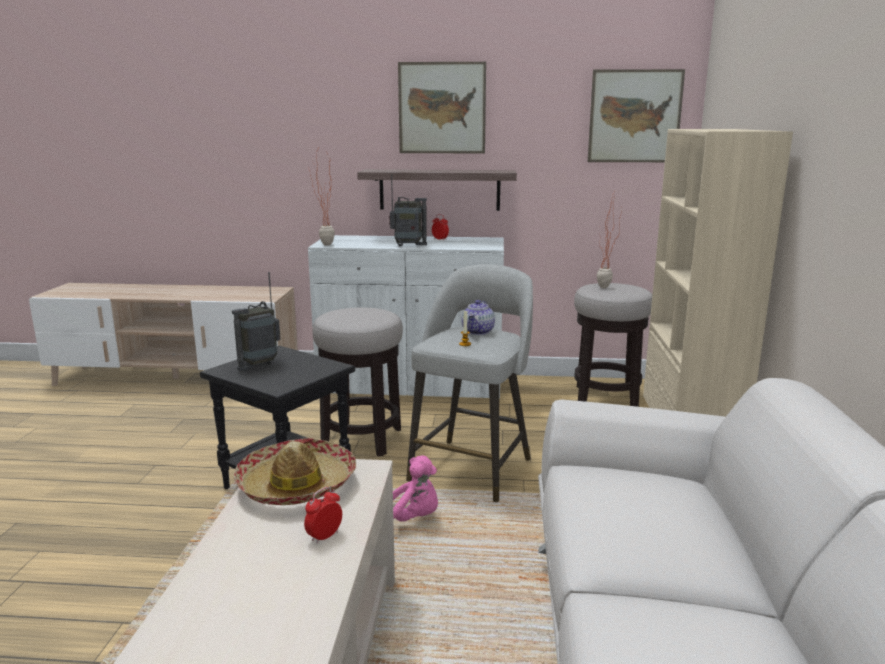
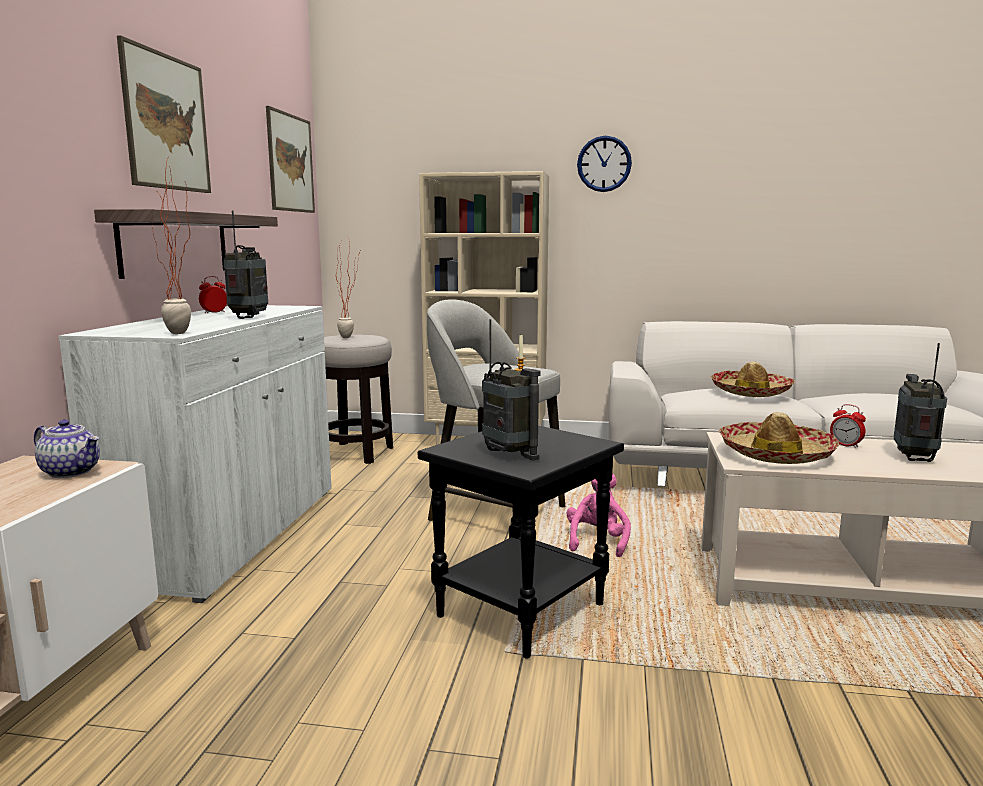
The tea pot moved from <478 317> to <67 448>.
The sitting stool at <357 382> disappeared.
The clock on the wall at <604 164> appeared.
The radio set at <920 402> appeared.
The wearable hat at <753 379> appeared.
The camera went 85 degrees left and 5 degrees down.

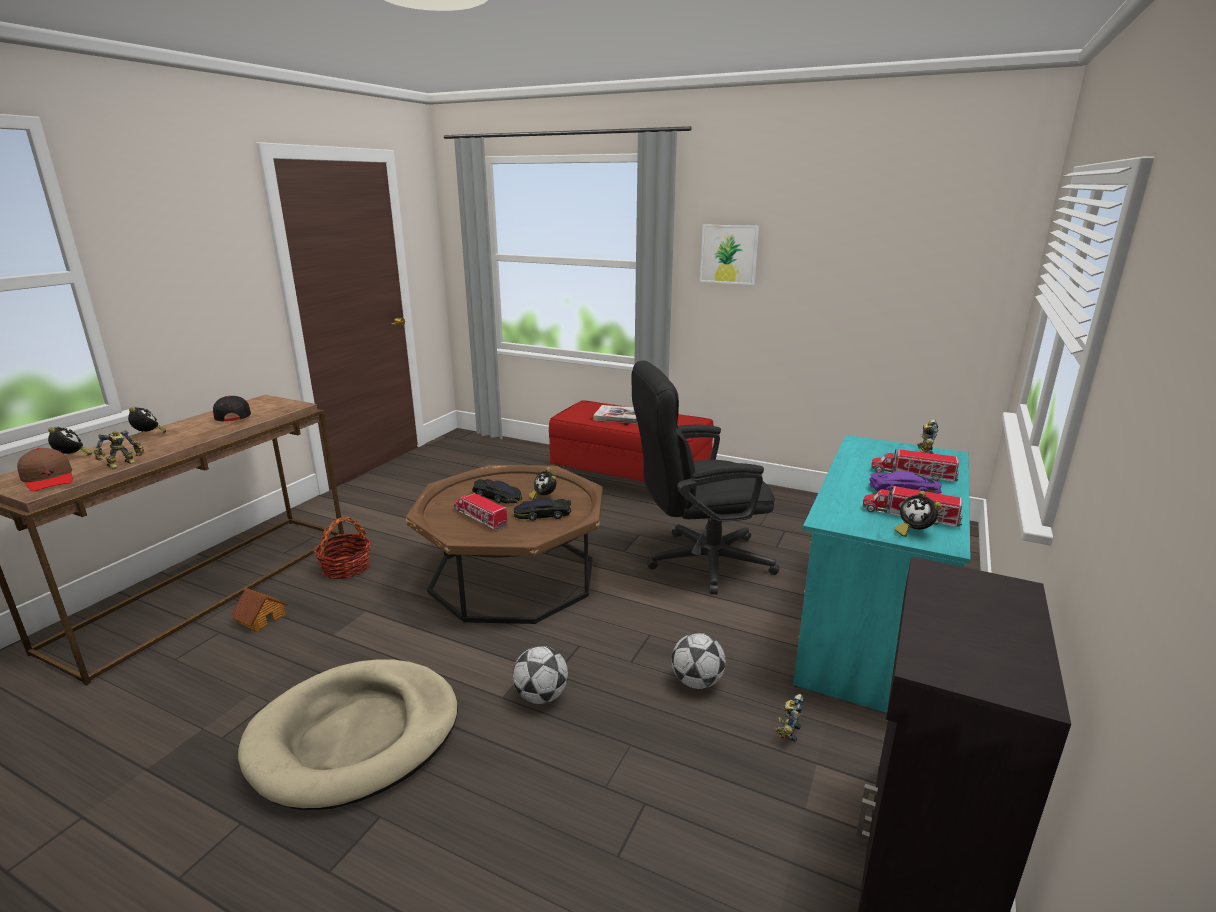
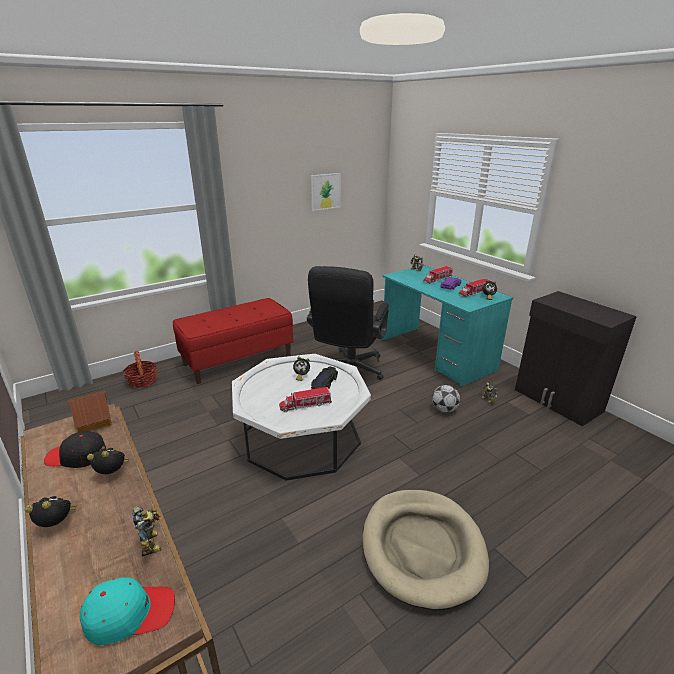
The wall art moved from <729 254> to <326 192>.
The book at <615 414> disappeared.
The alarm clock moved from <70 441> to <108 461>.
The brown baseball cap at <45 469> became the turquoise baseball cap at <127 611>.
The brown low table at <504 544> became the white low table at <301 417>.
The blackish miniature car at <497 491> disappeared.
The basket moved from <342 548> to <140 369>.
The model house moved from <259 610> to <90 411>.
The football ball at <540 675> disappeared.
The camera went 60 degrees left and 5 degrees up.

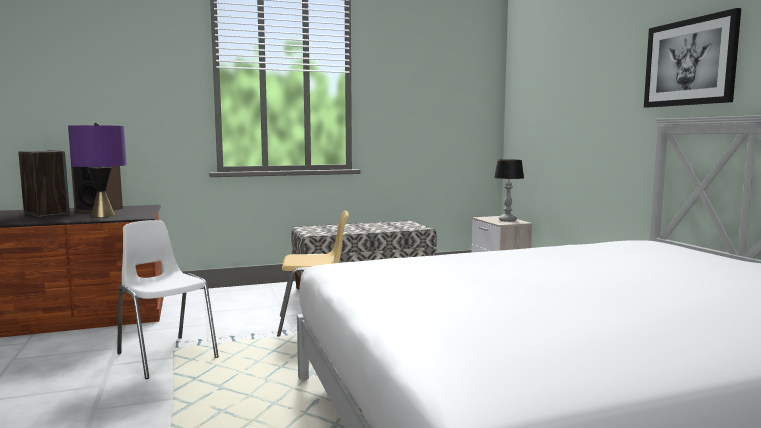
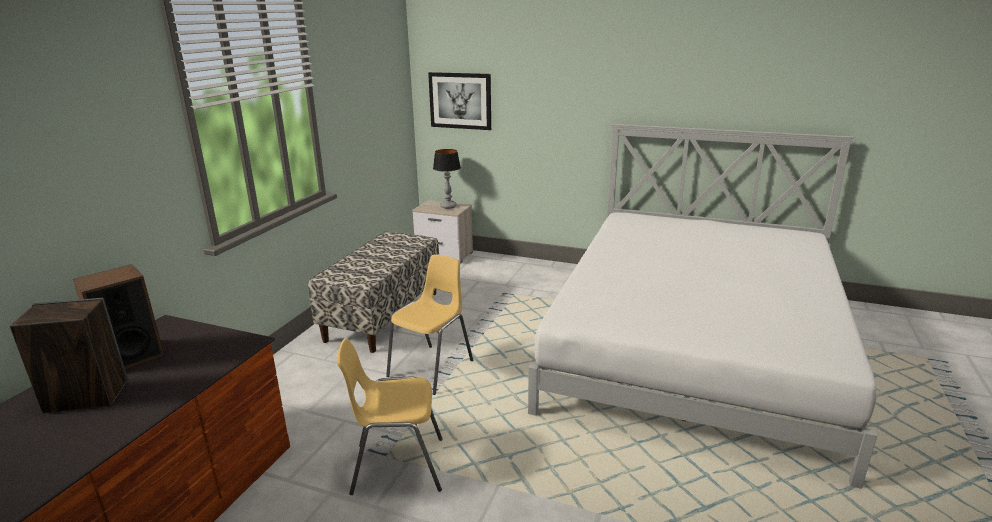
The wall art moved from <692 58> to <459 101>.
The purple-coloured lamp for a table at <97 170> disappeared.
The white plain chair at <168 299> became the yellowish plain chair at <389 416>.
The camera went 50 degrees left and 15 degrees up.

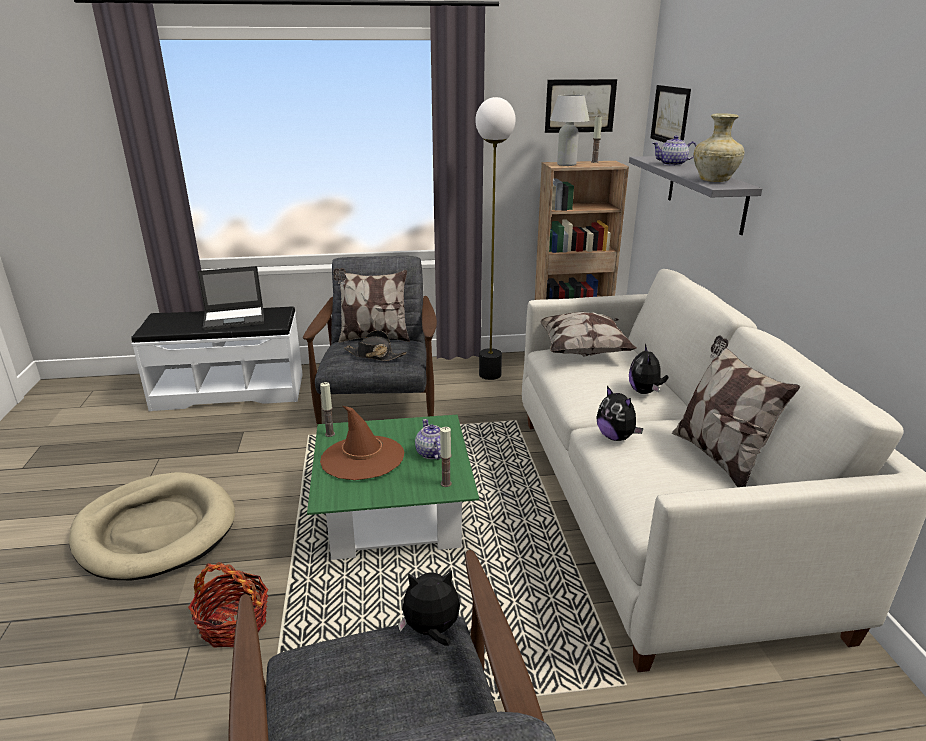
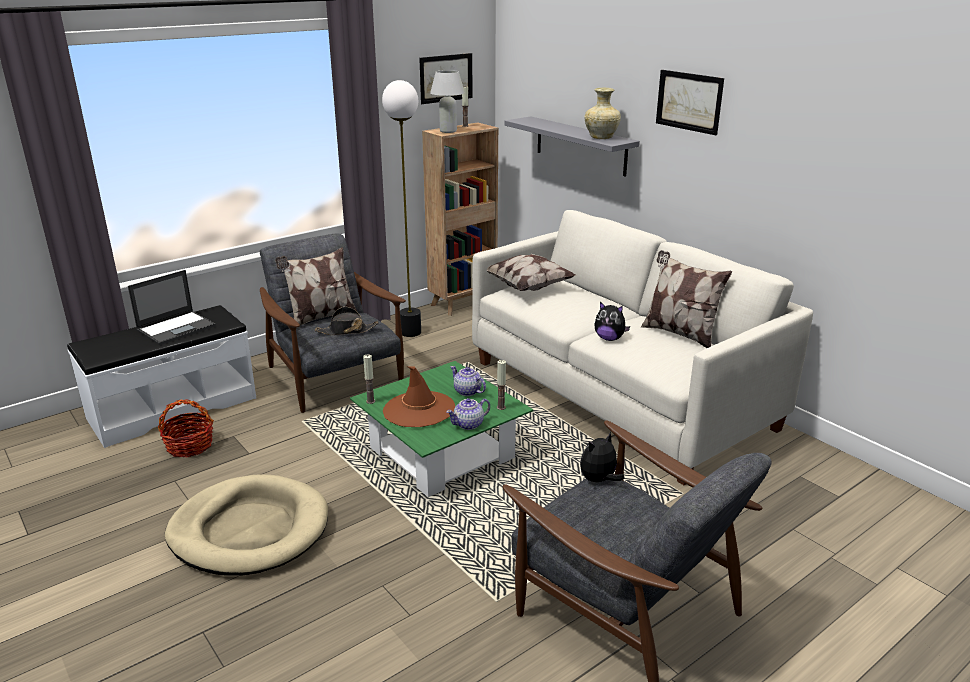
The wall art moved from <670 114> to <690 102>.
The tea pot moved from <674 151> to <468 414>.
The cuddly toy at <648 369> disappeared.
The basket moved from <228 605> to <186 428>.
The camera went 30 degrees left and 0 degrees up.

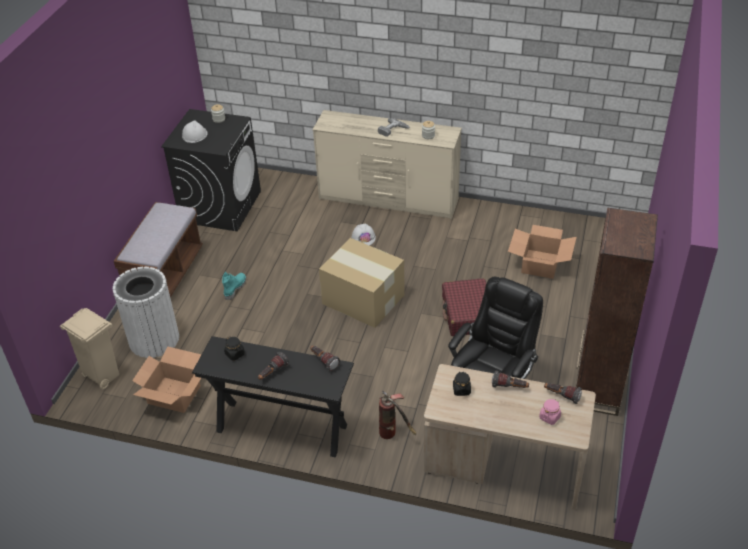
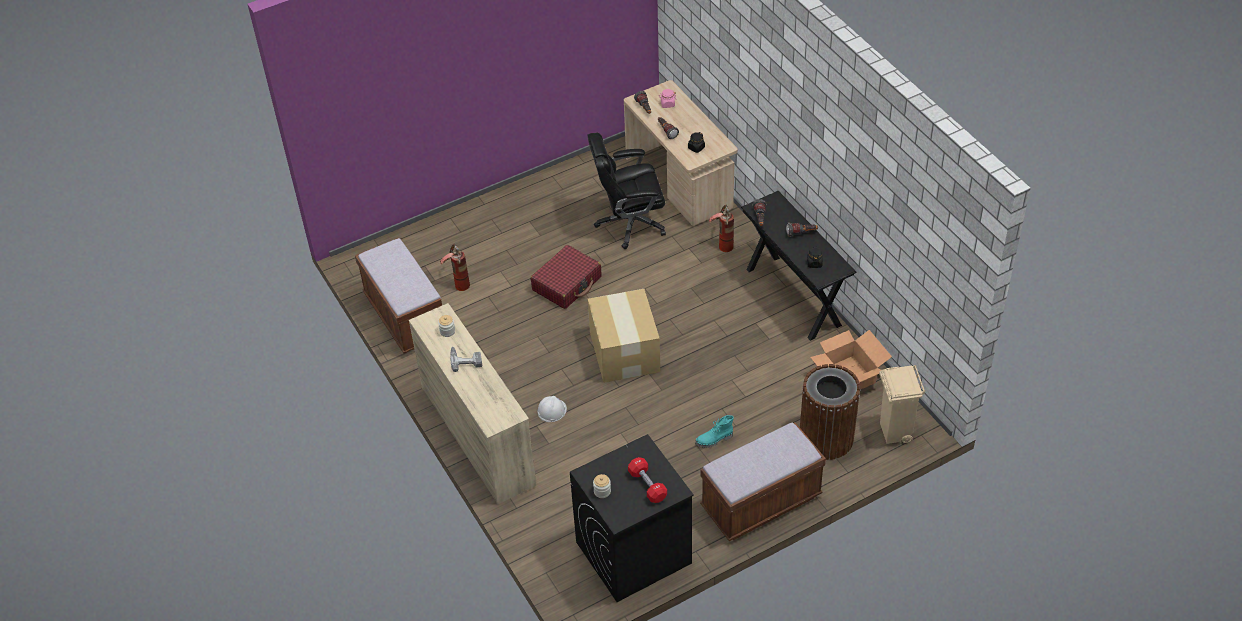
The white safety helmet at <195 131> was replaced by the red-coloured dumbbell at <647 480>.
The brown bookshelf at <617 311> disappeared.
The cardboard box at <542 252> was replaced by the extinguisher at <455 267>.
The white rubbish bin at <146 312> became the brown rubbish bin at <830 412>.
The brown indoor bench at <398 296> appeared.
The camera went 135 degrees left and 5 degrees up.

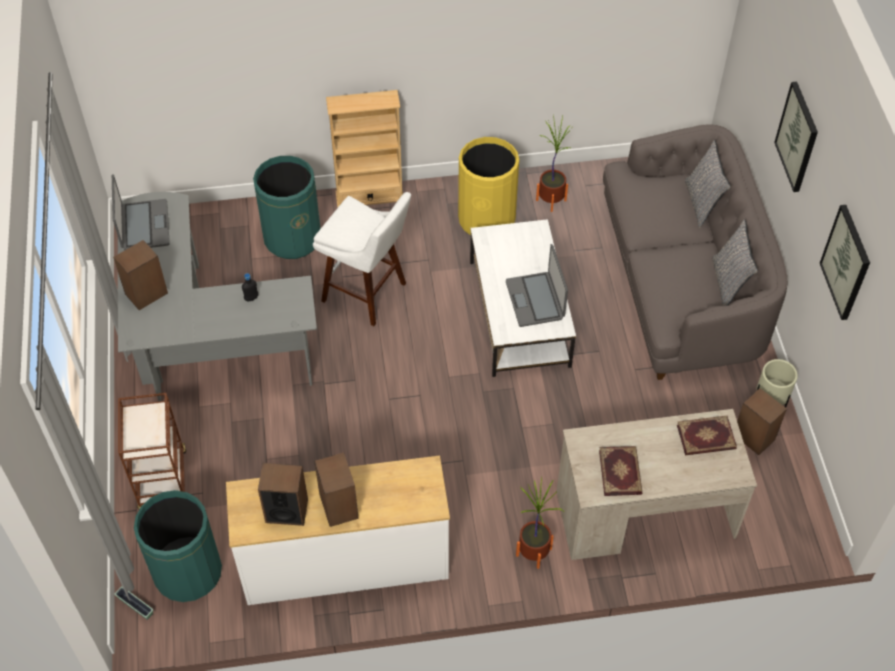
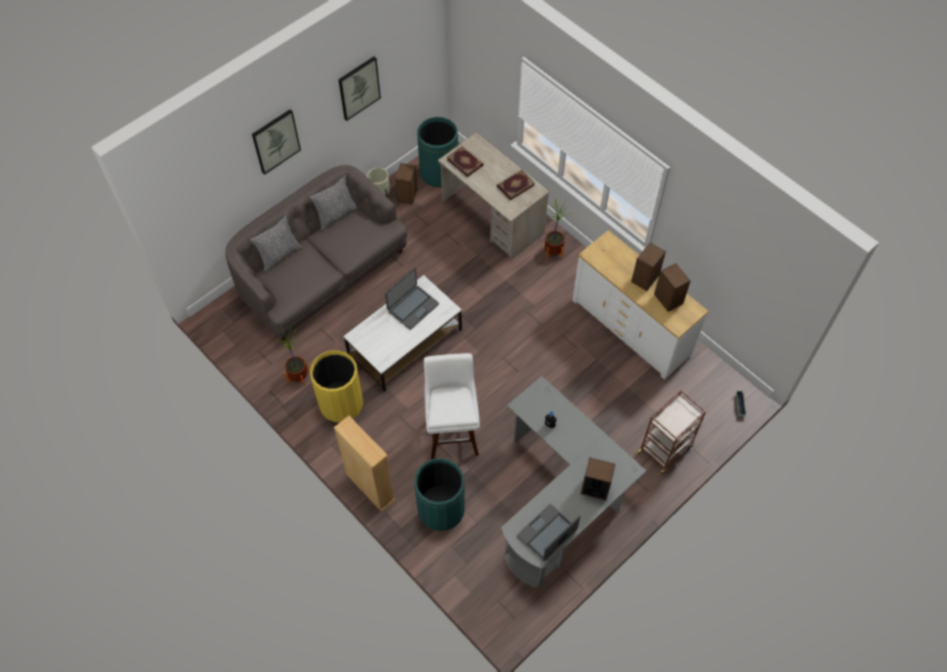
The greenish rubbish bin moved from <178 546> to <437 152>.
The camera went 125 degrees left and 5 degrees up.

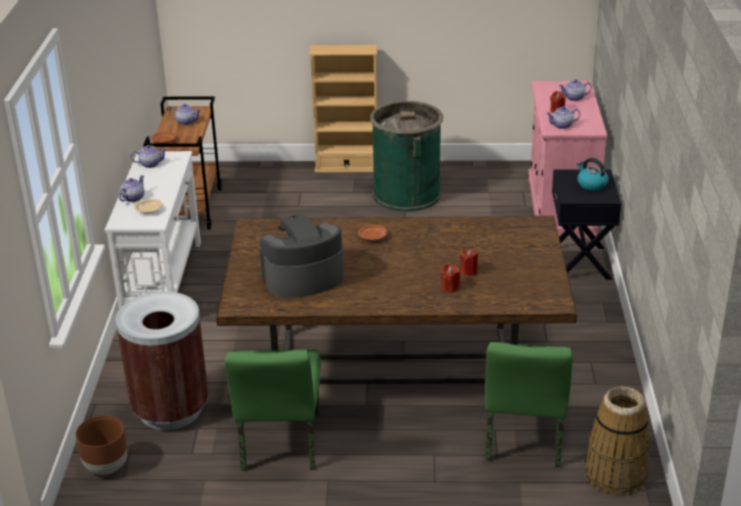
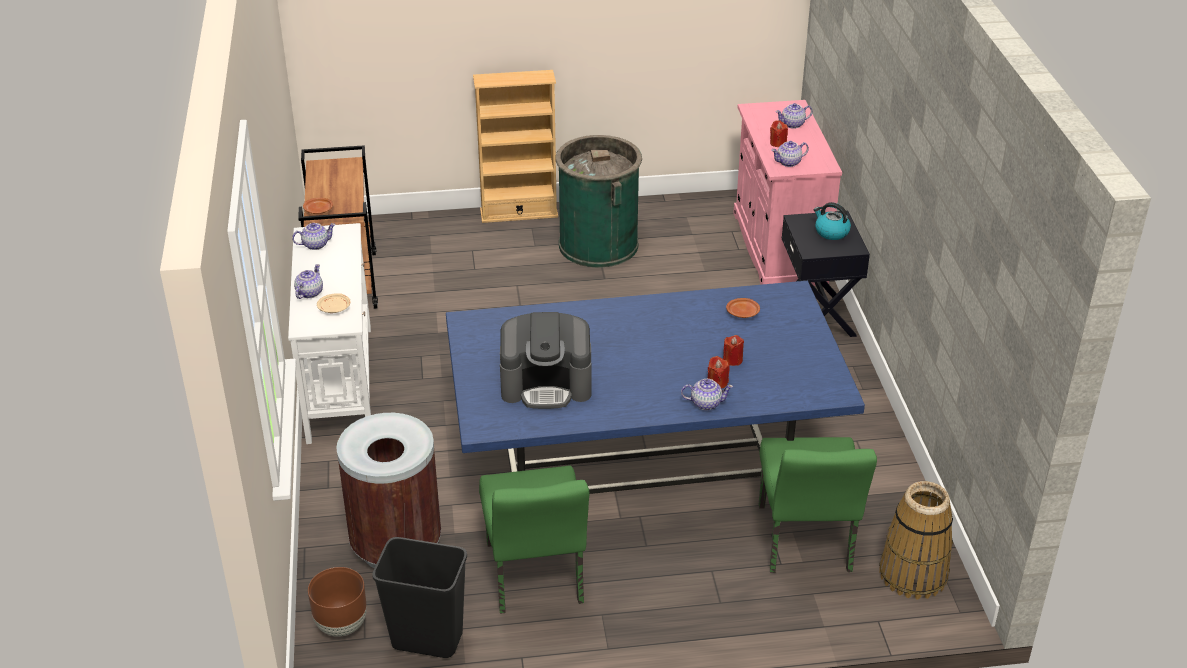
The tea pot moved from <185 114> to <707 394>.
The coffee brewer at <301 256> turned 150 degrees counterclockwise.
The brown dining table at <396 300> became the blue-coloured dining table at <655 387>.
The brown plate moved from <373 233> to <743 308>.
The blackish rubbish bin at <420 597> appeared.
The camera went 10 degrees left and 5 degrees up.

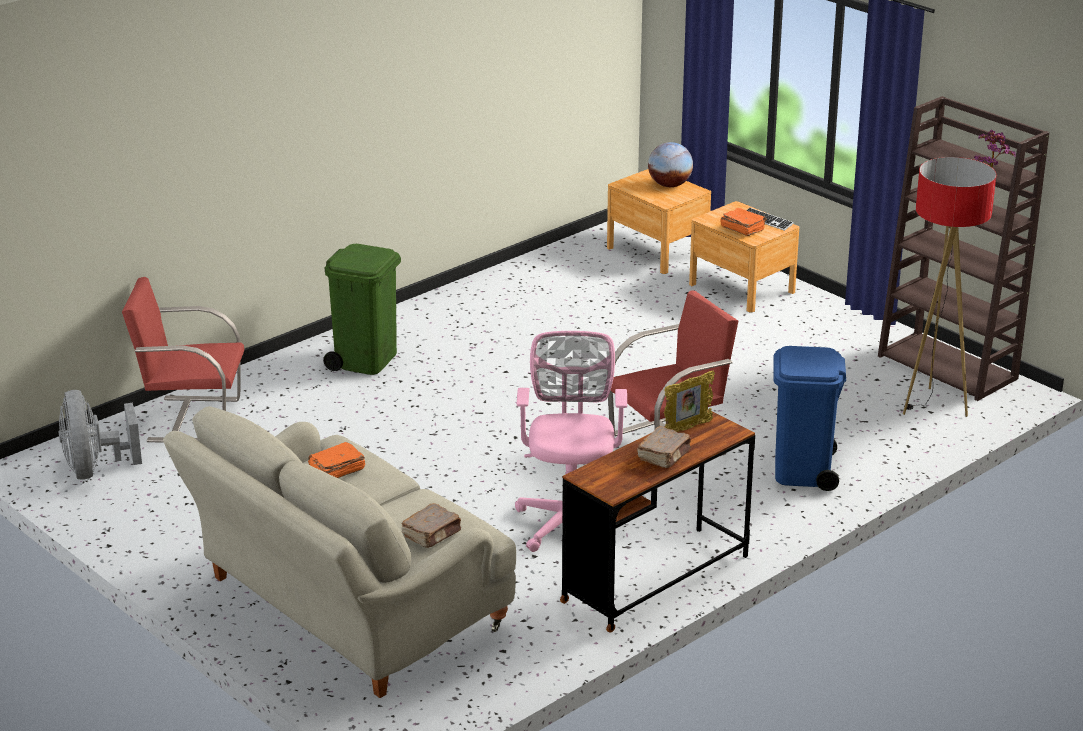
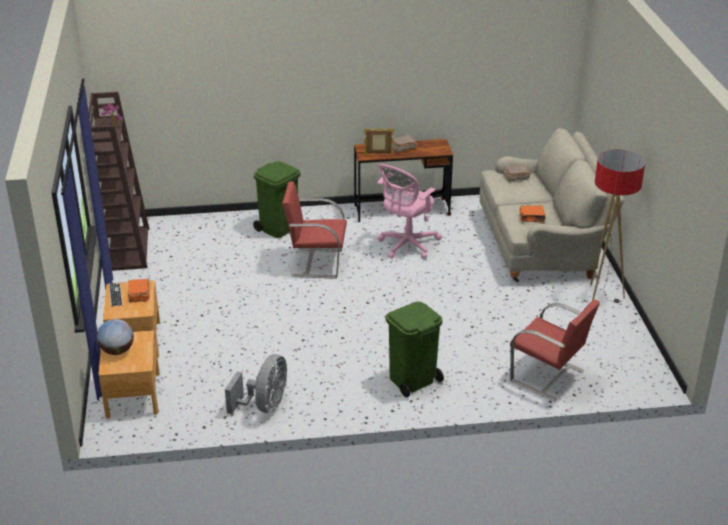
The standard lamp moved from <949 287> to <617 226>.
The blue-coloured rubbish bin at <809 418> became the greenish rubbish bin at <277 199>.
The greyish cooling fan moved from <100 434> to <256 384>.
The camera went 145 degrees left and 5 degrees up.

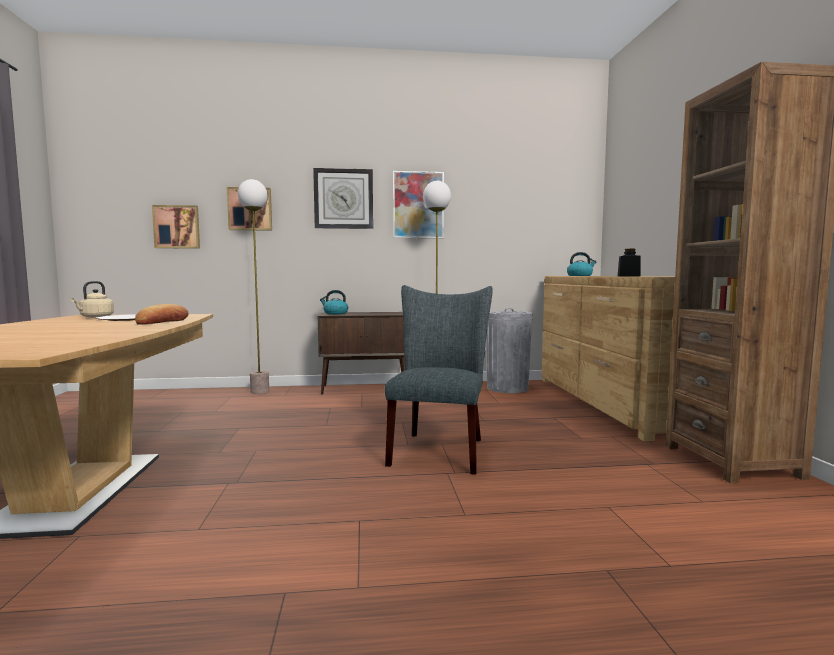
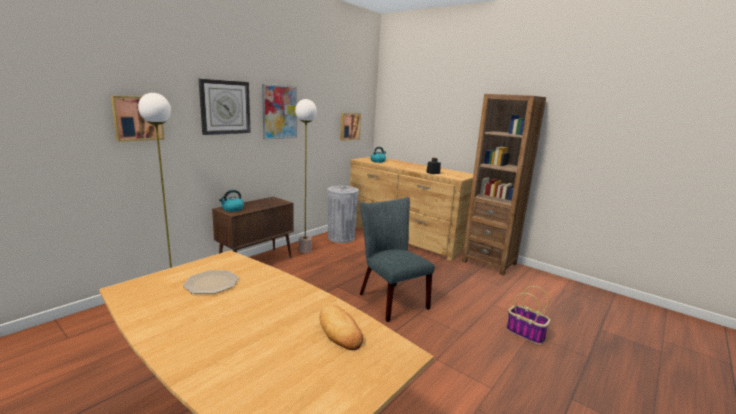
The wall art moved from <176 227> to <350 127>.
The beige tea kettle at <92 299> disappeared.
The bread moved from <162 314> to <341 327>.
The basket at <528 315> appeared.
The camera went 45 degrees left and 10 degrees up.

